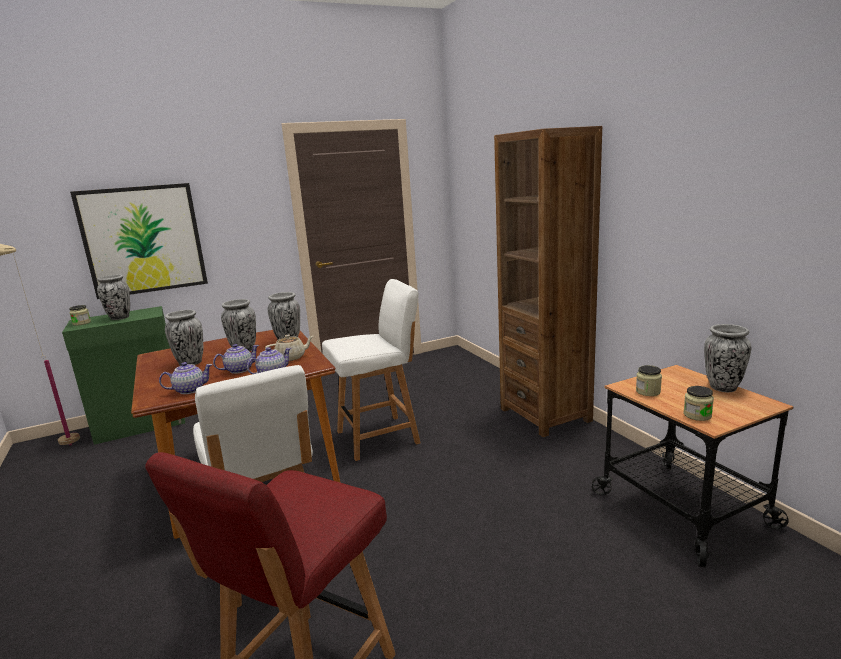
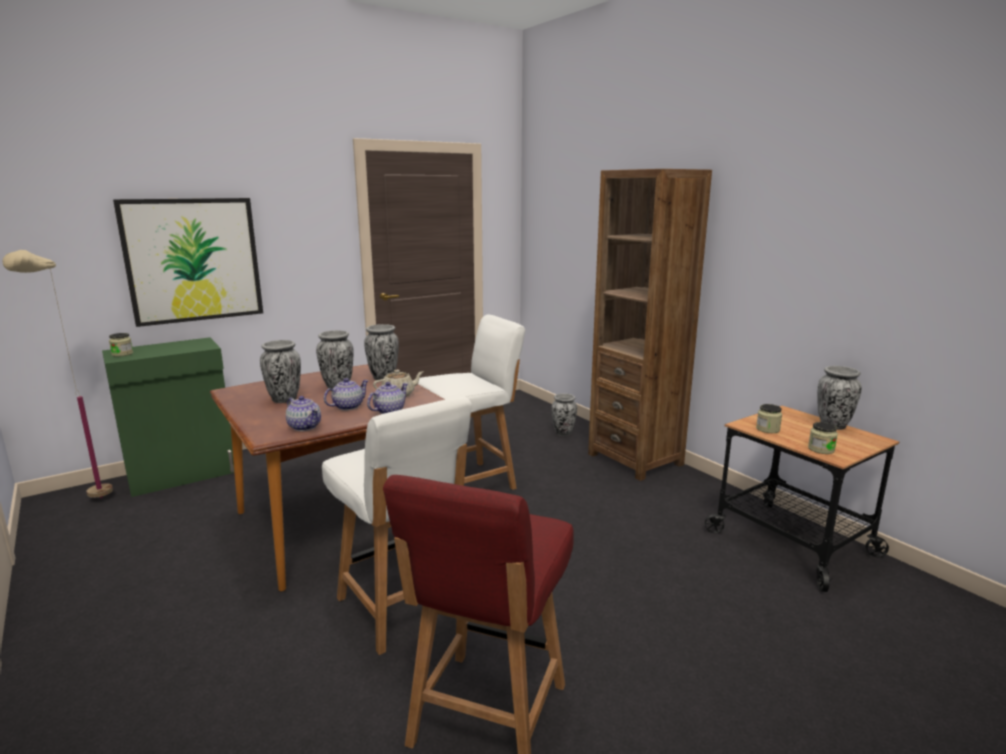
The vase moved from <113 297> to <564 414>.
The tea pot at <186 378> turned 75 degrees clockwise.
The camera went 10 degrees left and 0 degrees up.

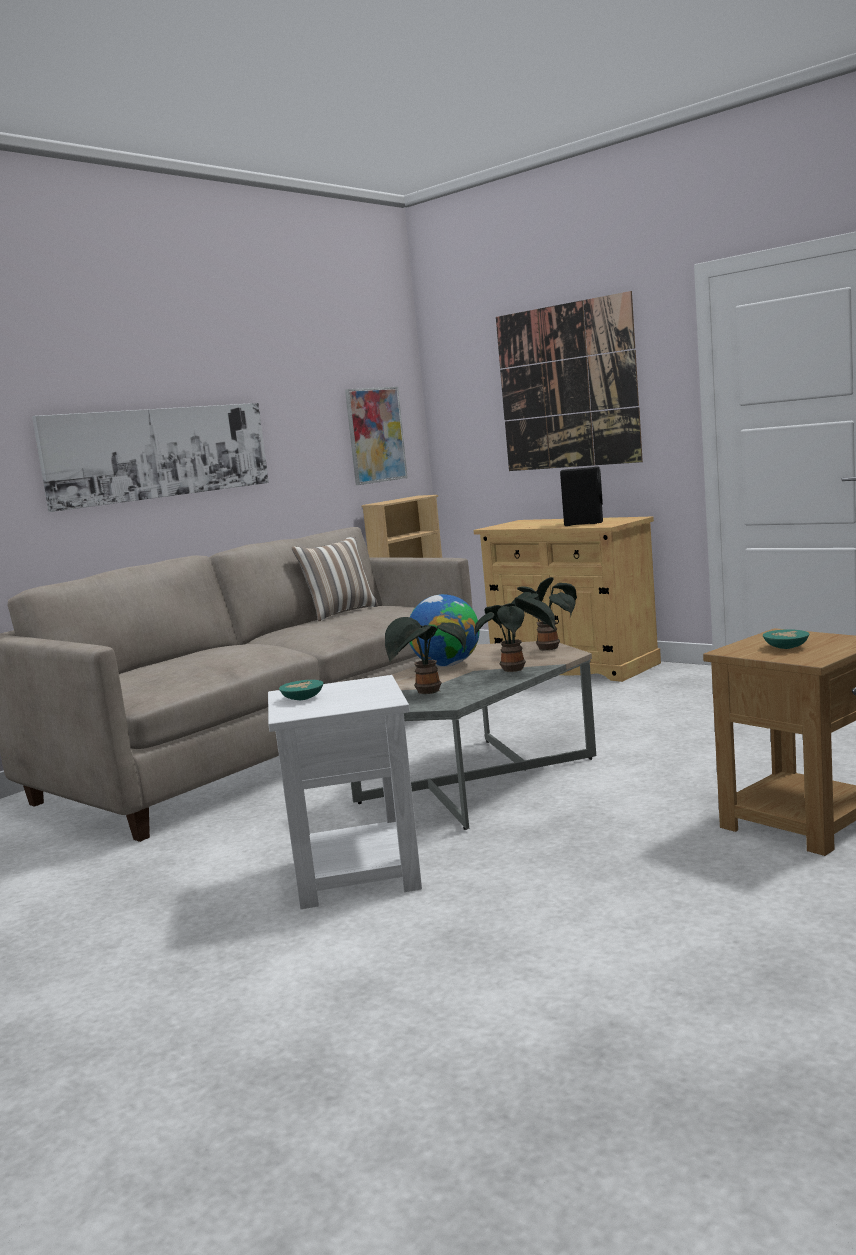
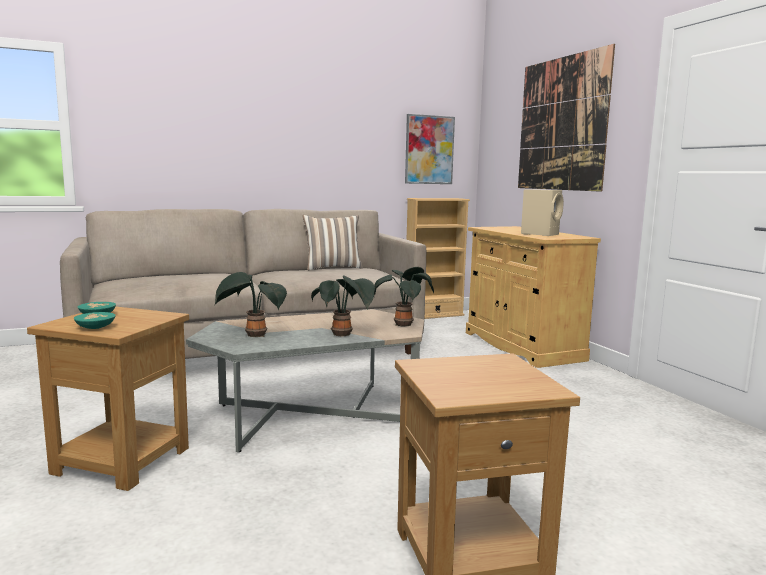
The wall art at <150 457> disappeared.
The blackish speaker at <581 496> became the beige speaker at <542 212>.
The world globe at <444 630> disappeared.
The turquoise bowl moved from <786 639> to <95 320>.
The white end table at <345 792> became the brown end table at <108 398>.
The camera went 25 degrees right and 0 degrees up.

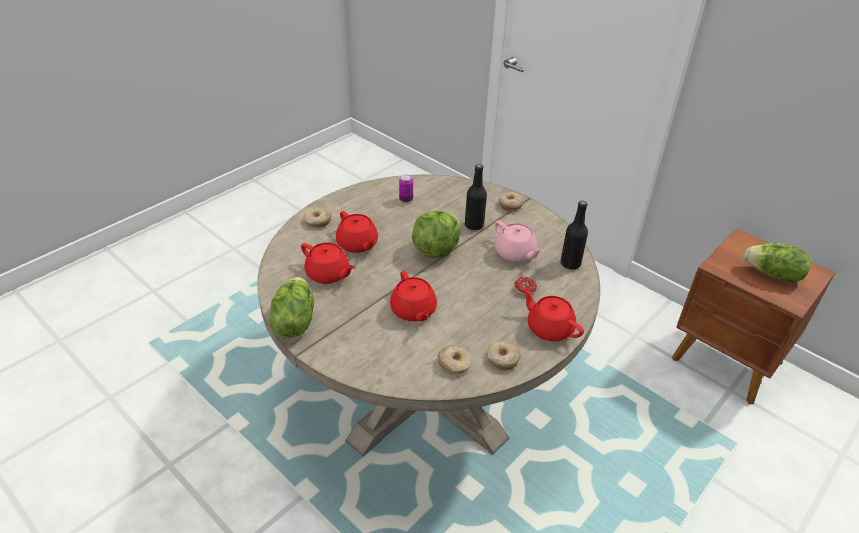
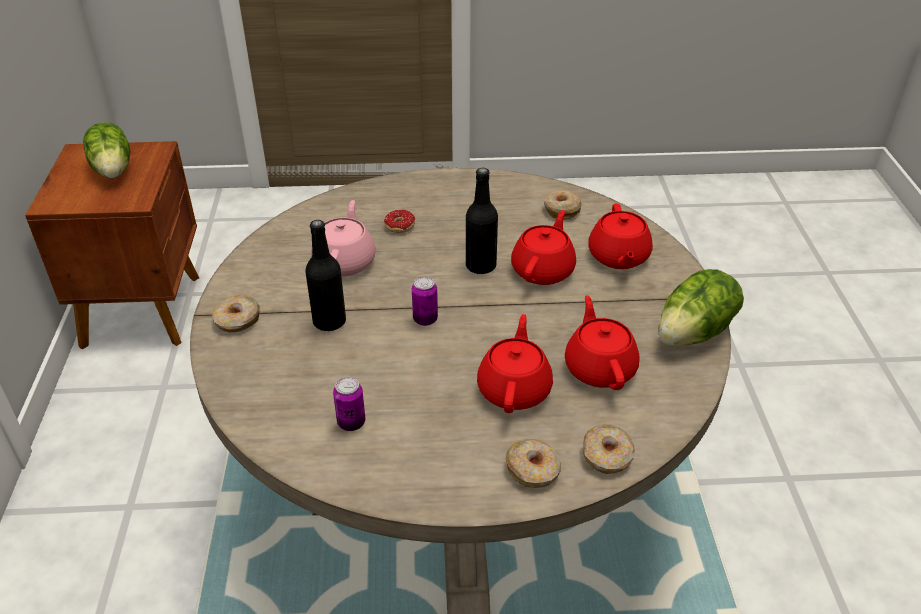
The blackish drink bottle moved from <574 235> to <482 221>.
The head of lettuce at <436 234> was replaced by the can at <425 301>.
The red-coloured tea pot moved from <553 314> to <620 236>.
The doughnut moved from <504 356> to <609 449>.
The camera went 135 degrees left and 0 degrees up.

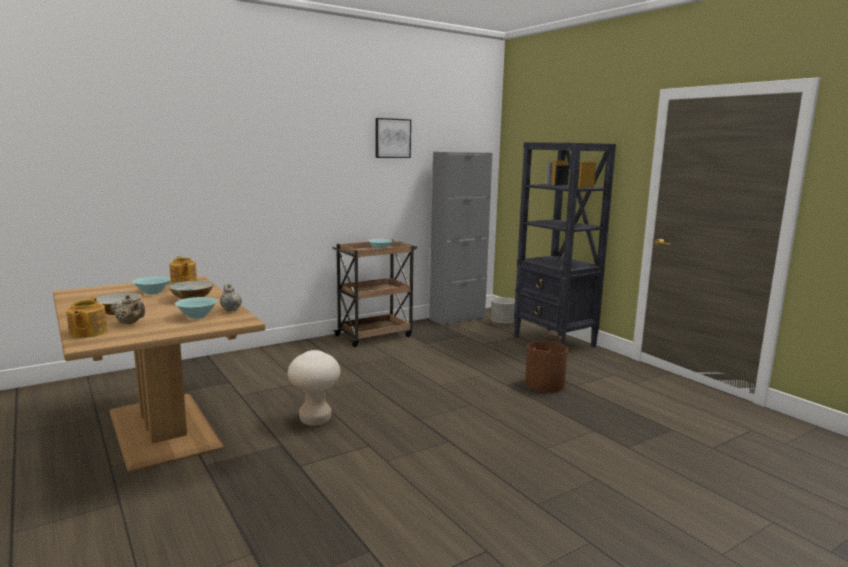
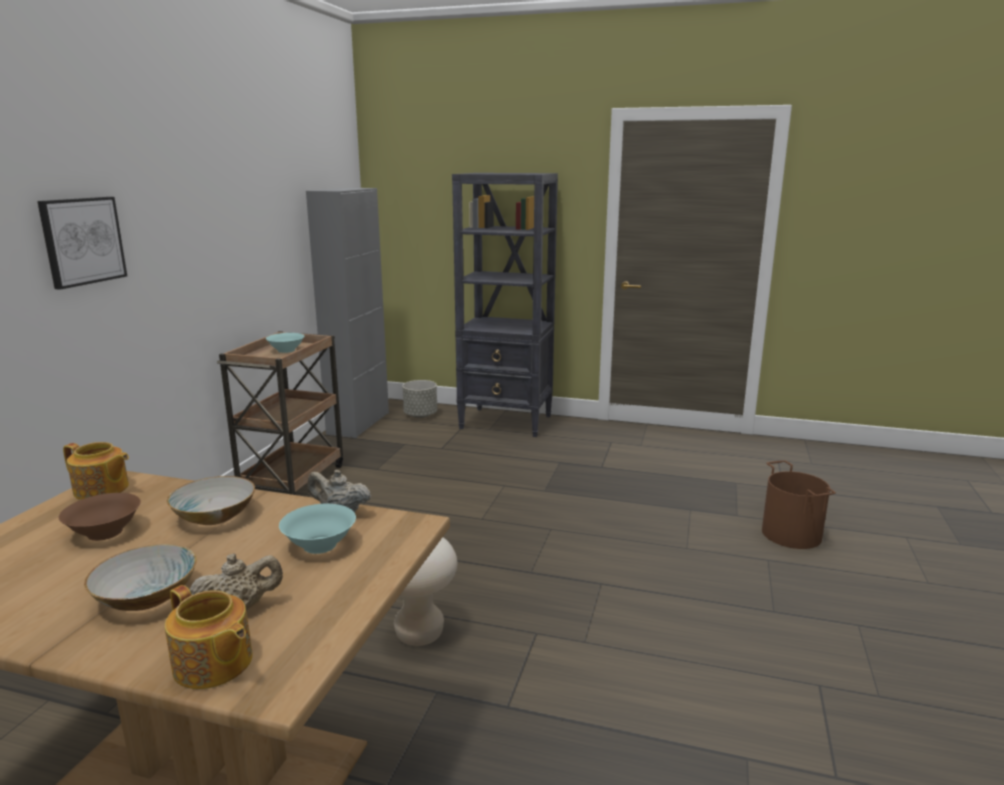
The wall art moved from <393 138> to <82 243>.
The turquoise bowl at <152 286> became the brown bowl at <100 517>.
The brown pail moved from <546 363> to <799 504>.
The camera went 40 degrees left and 5 degrees up.

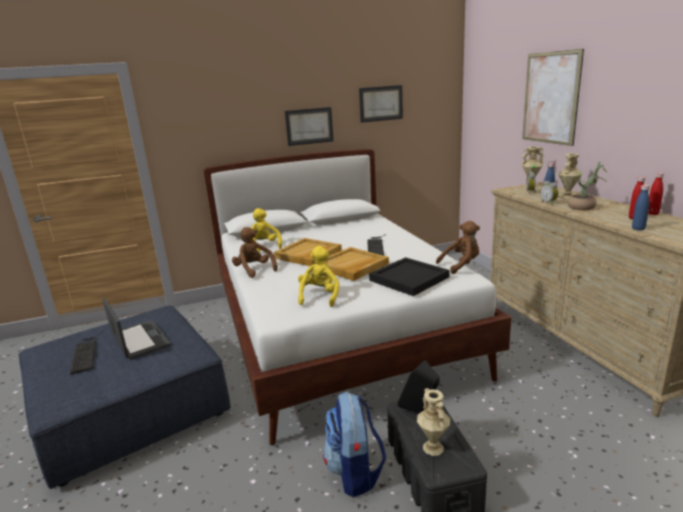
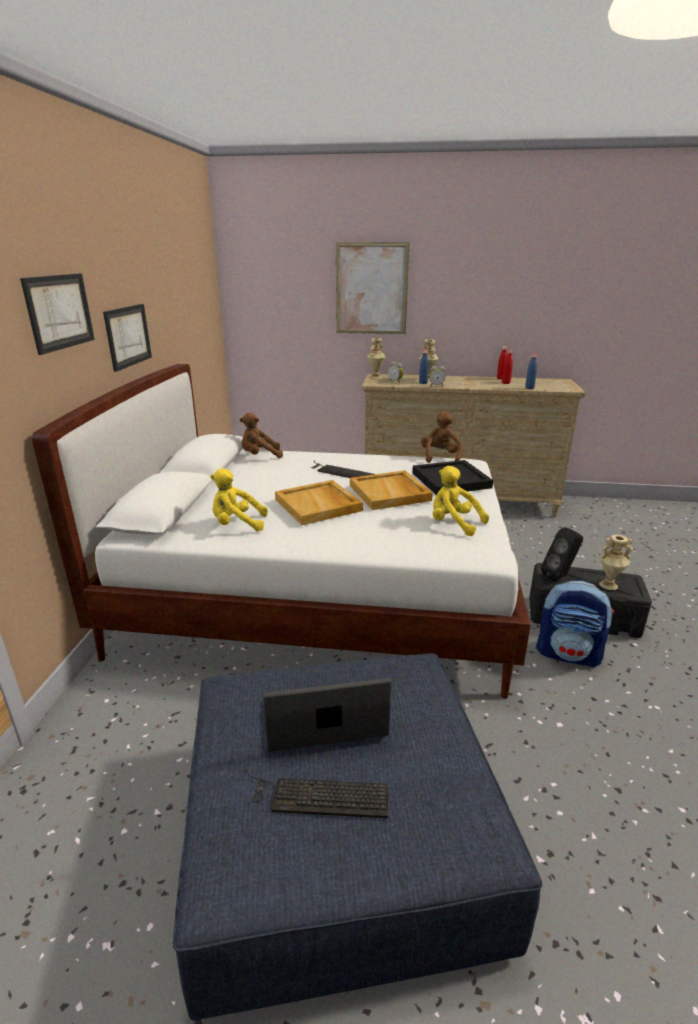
The wall art moved from <381 104> to <57 314>.
The potted plant at <587 186> disappeared.
The brown cuddly toy moved from <254 252> to <261 435>.
The camera went 65 degrees left and 5 degrees up.

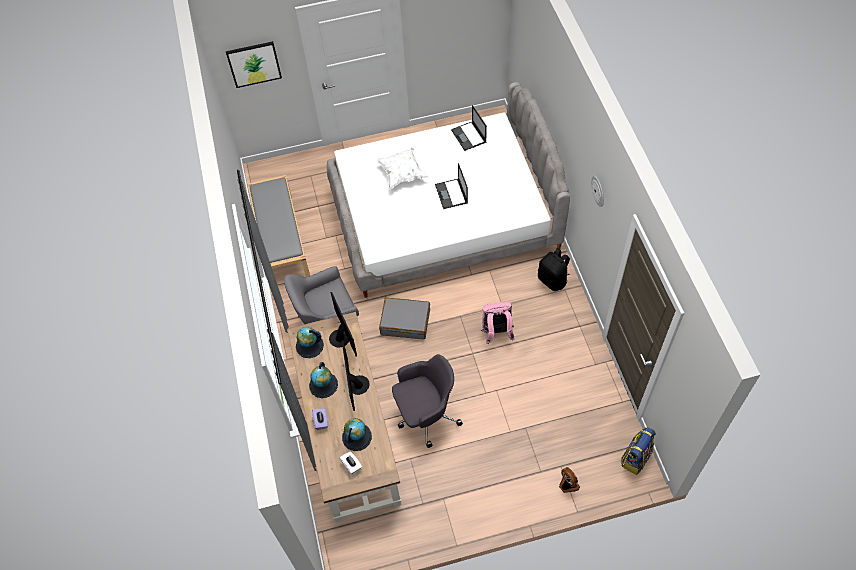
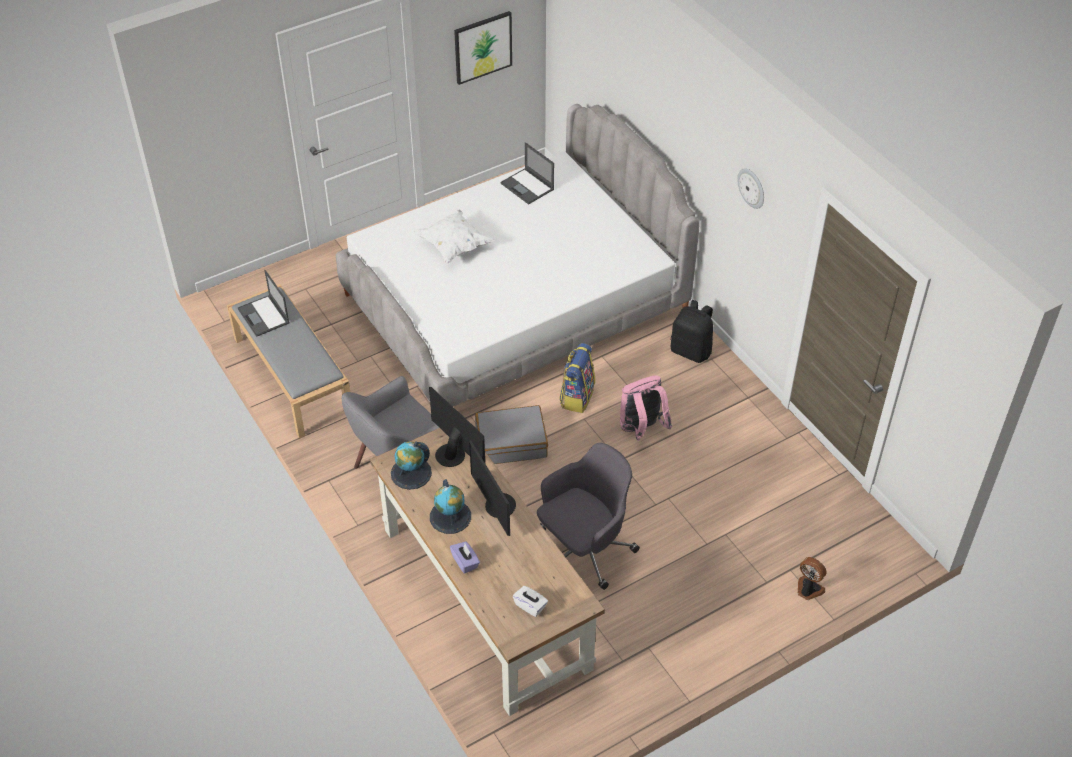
The wall art moved from <254 64> to <483 48>.
The notebook computer moved from <451 186> to <264 303>.
The world globe at <357 434> disappeared.
The knapsack moved from <638 451> to <577 378>.
The camera went 20 degrees left and 10 degrees down.

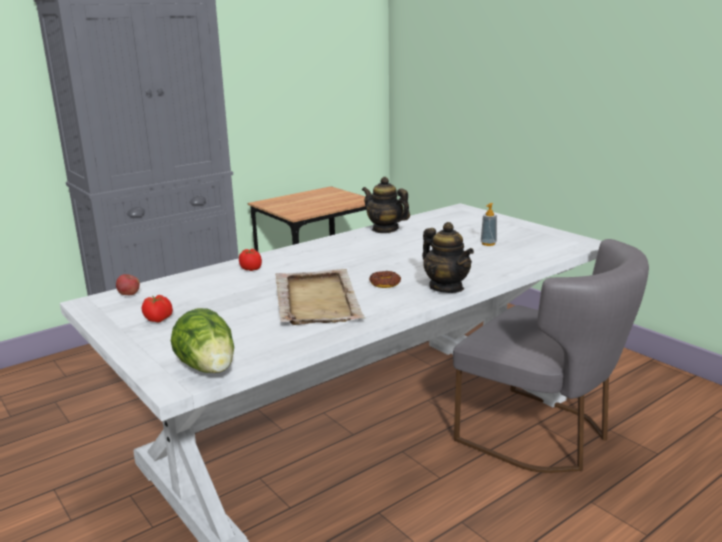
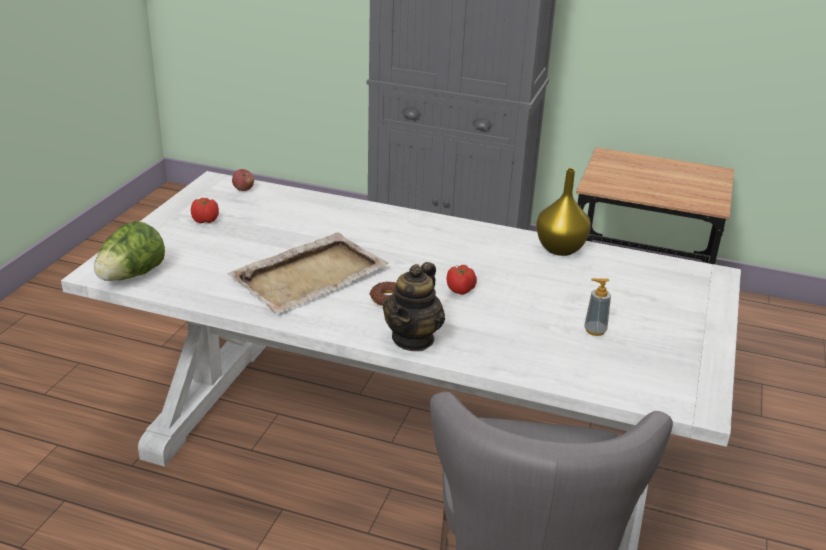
The tea pot at <386 205> was replaced by the yellowish vase at <563 212>.
The tomato moved from <250 260> to <462 280>.
The camera went 55 degrees right and 10 degrees up.

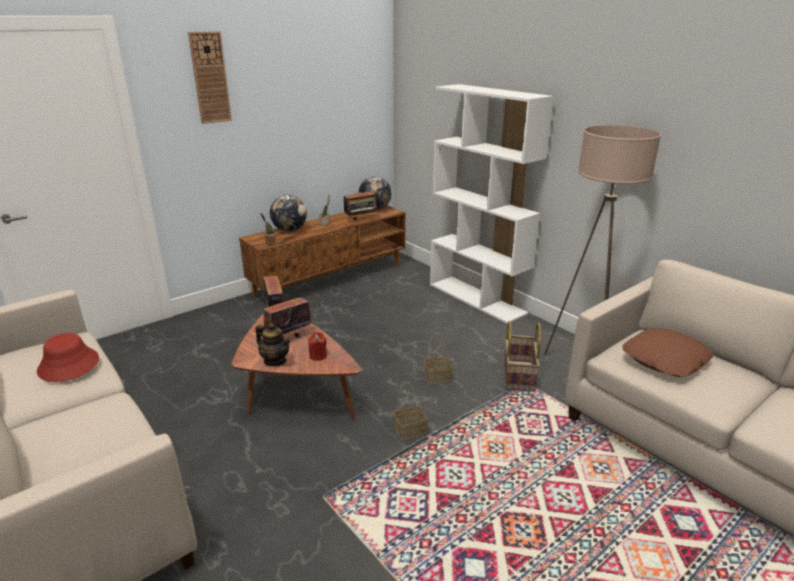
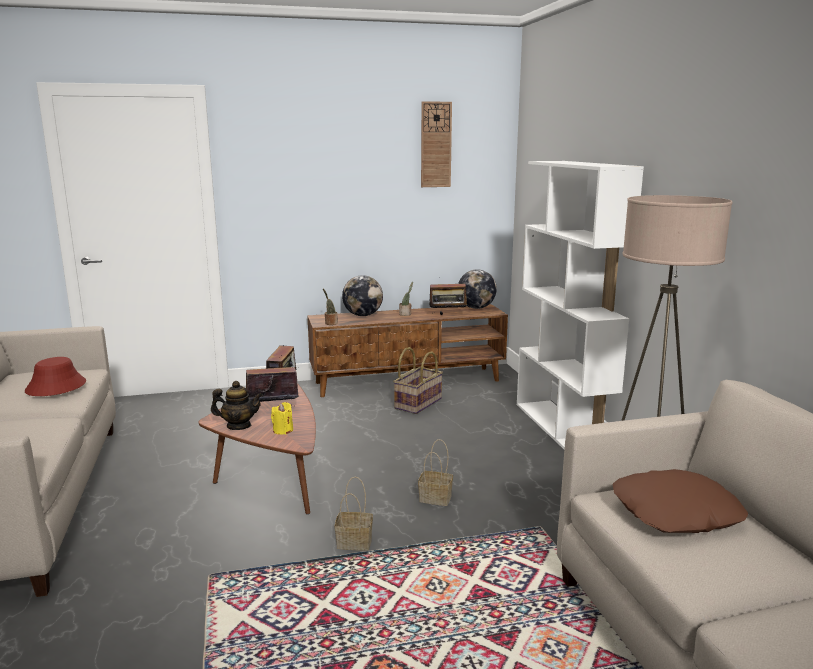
The clock on the wall moved from <210 77> to <436 144>.
The basket moved from <522 356> to <418 380>.
The tea pot at <272 344> turned 60 degrees counterclockwise.
The red-coloured wax light at <317 346> became the yellowish wax light at <282 418>.
The camera went 25 degrees right and 10 degrees down.

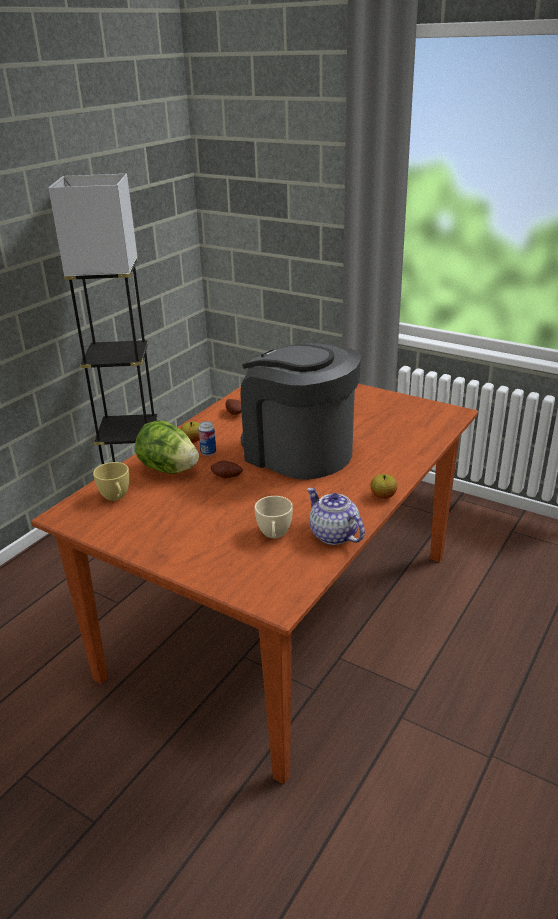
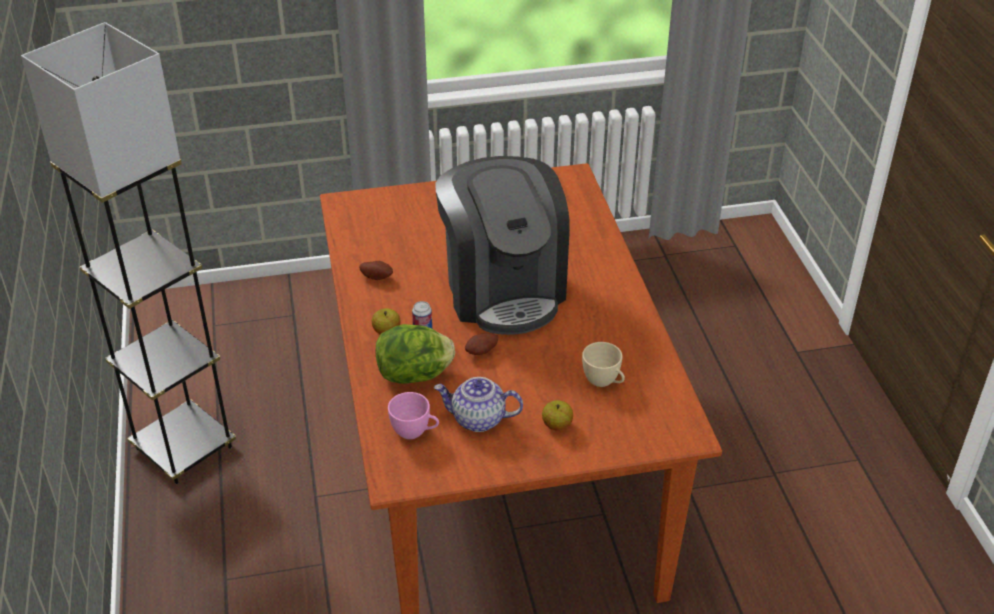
The coffee brewer at <300 411> turned 105 degrees counterclockwise.
The yellowish cup at <111 481> became the pinkish cup at <413 415>.
The apple fruit moved from <384 486> to <557 415>.
The tea pot moved from <336 516> to <478 404>.
The camera went 45 degrees left and 10 degrees up.

